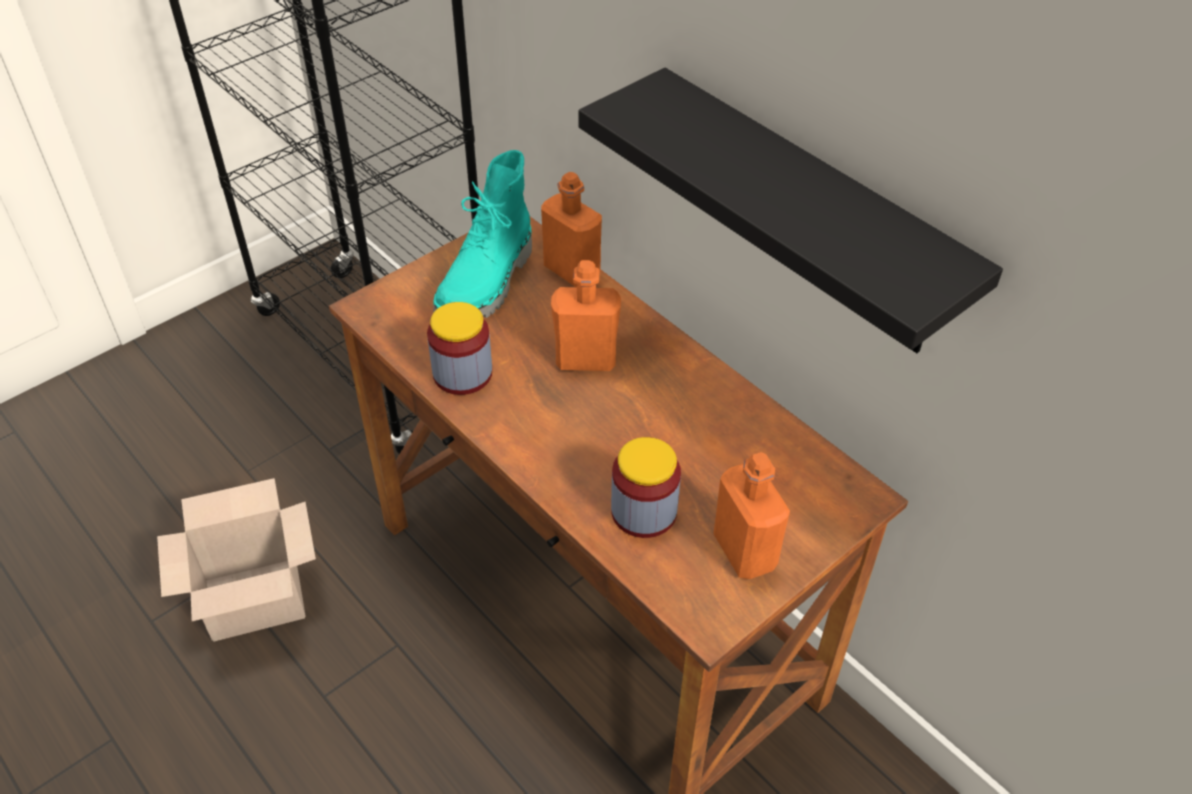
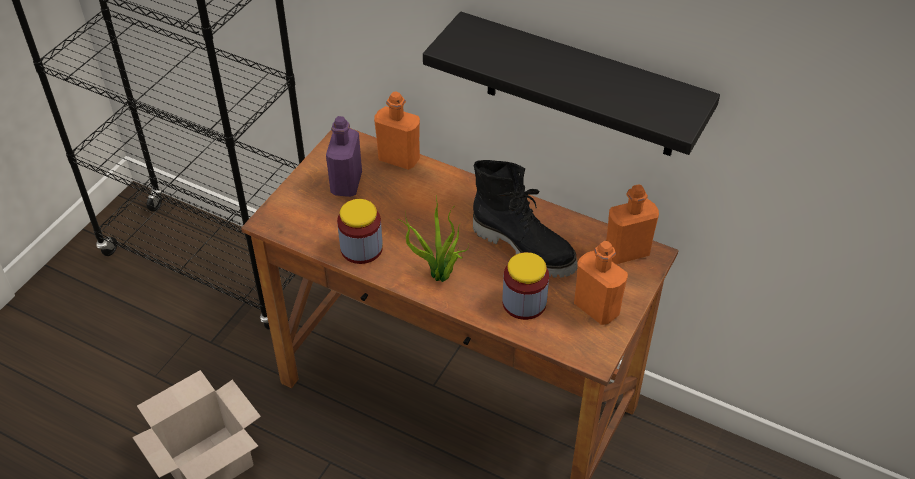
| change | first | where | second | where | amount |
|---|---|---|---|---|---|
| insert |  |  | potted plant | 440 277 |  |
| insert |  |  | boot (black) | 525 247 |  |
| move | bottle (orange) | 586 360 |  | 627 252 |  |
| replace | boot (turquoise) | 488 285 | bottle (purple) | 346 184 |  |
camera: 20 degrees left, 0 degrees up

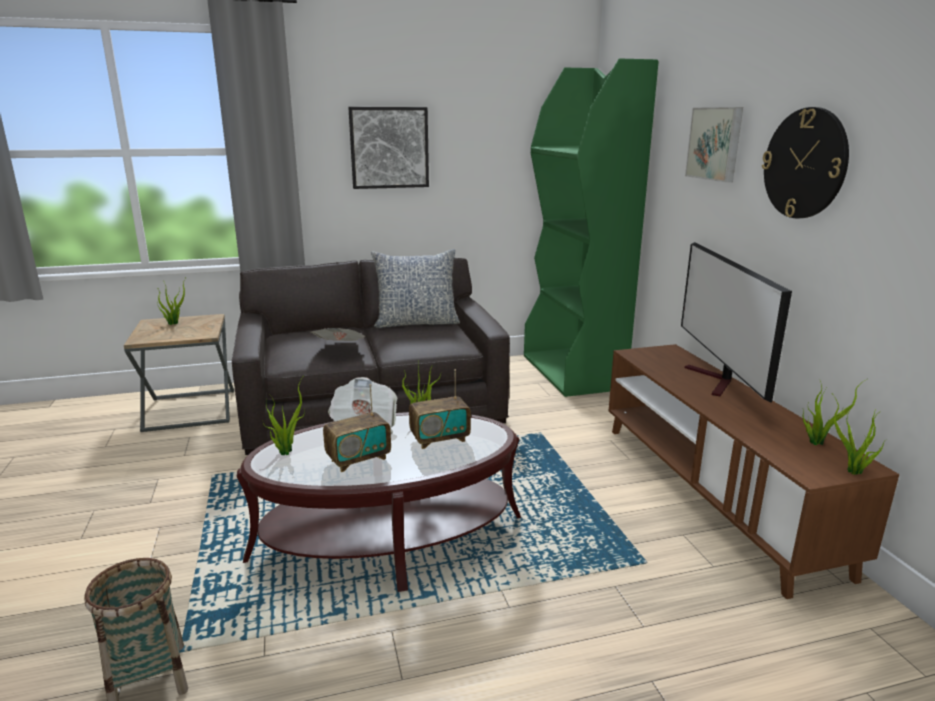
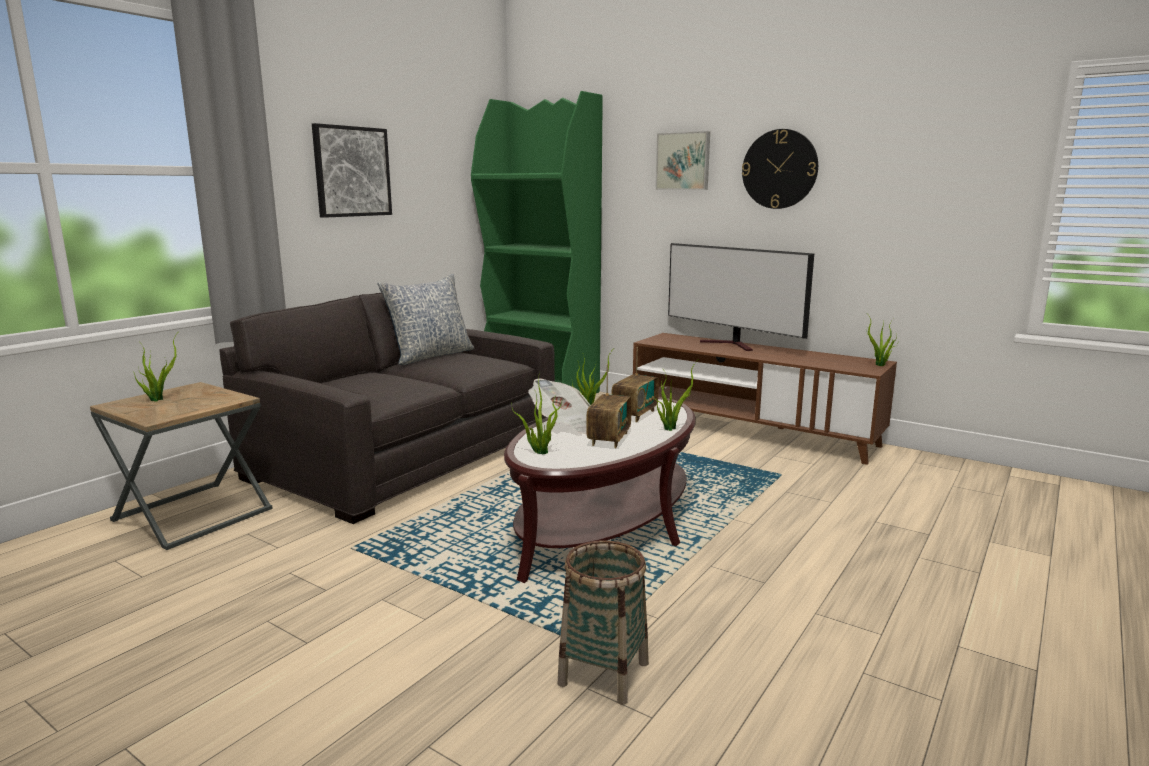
| change | first | where | second | where | amount |
|---|---|---|---|---|---|
| delete | newspaper | 340 349 |  |  |  |
| move | potted plant | 817 442 |  | 670 428 |  |
camera: 40 degrees left, 5 degrees down

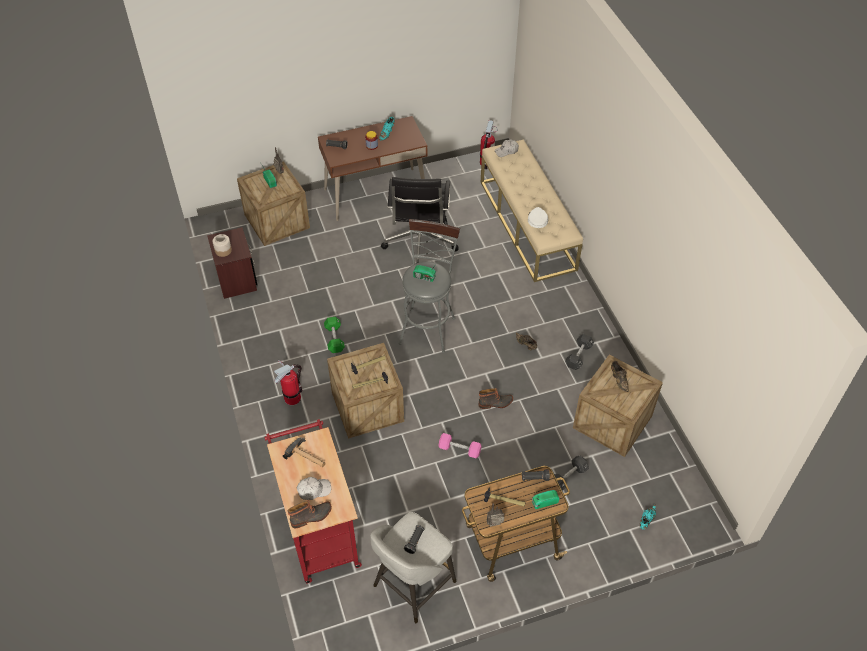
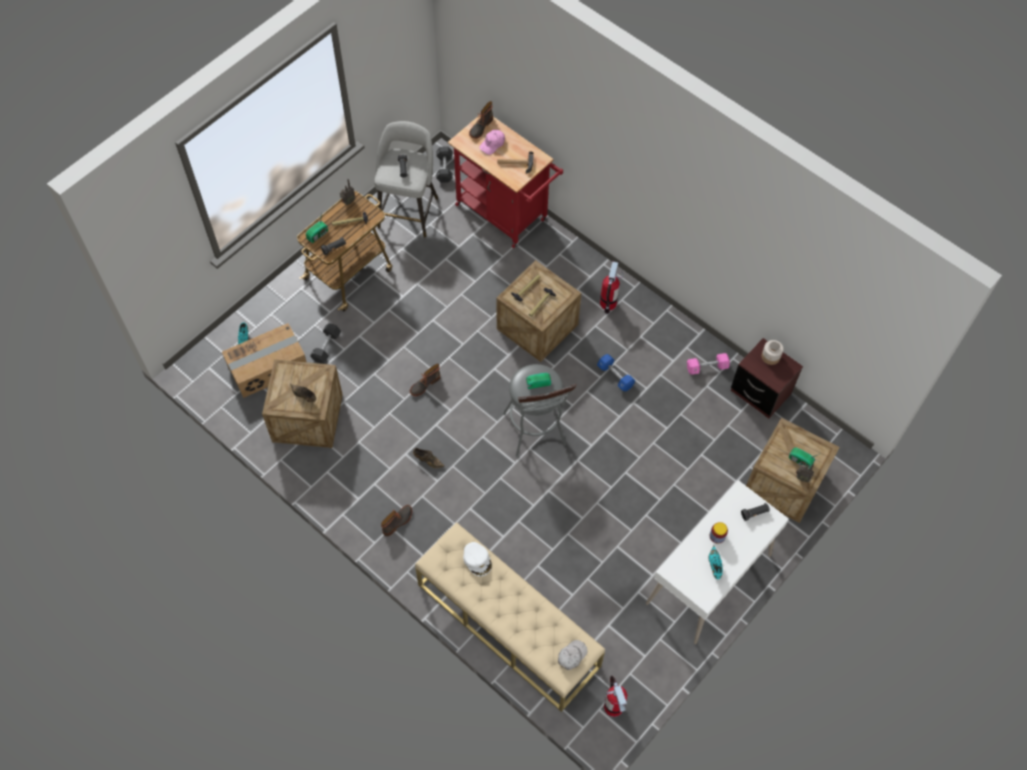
| change | first | where | second | where | amount |
|---|---|---|---|---|---|
| delete | office chair (black) | 419 243 |  |  |  |
| insert |  |  | cardboard box | 268 368 |  |
| insert |  |  | boot | 398 522 |  |
| move | dumbbell (pink) | 459 449 |  | 707 367 |  |
| move | dumbbell (black) | 578 356 |  | 444 168 |  |
| recolor | cap (white) | 313 490 | cap (pink) | 492 144 |  |
| recolor | desk (brown) | 375 194 | desk (white) | 709 579 |  |
| recolor | dumbbell (green) | 334 339 | dumbbell (blue) | 615 376 |  |
camera: 150 degrees right, 10 degrees up

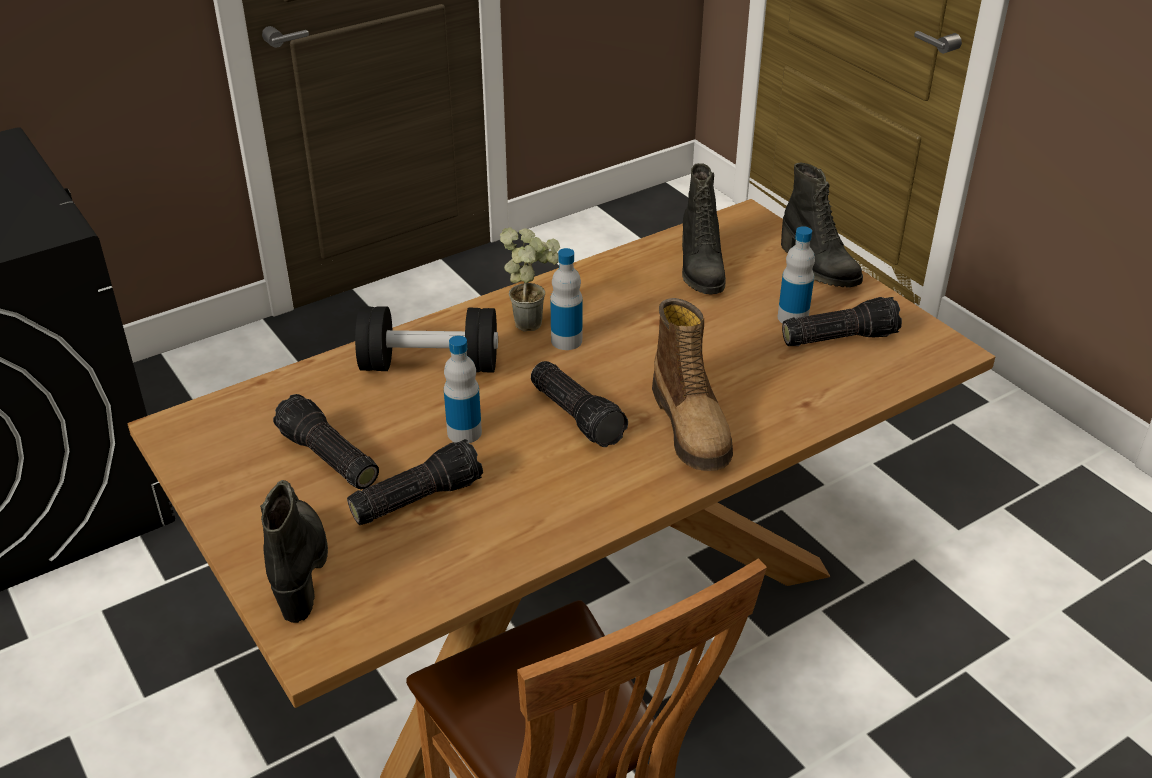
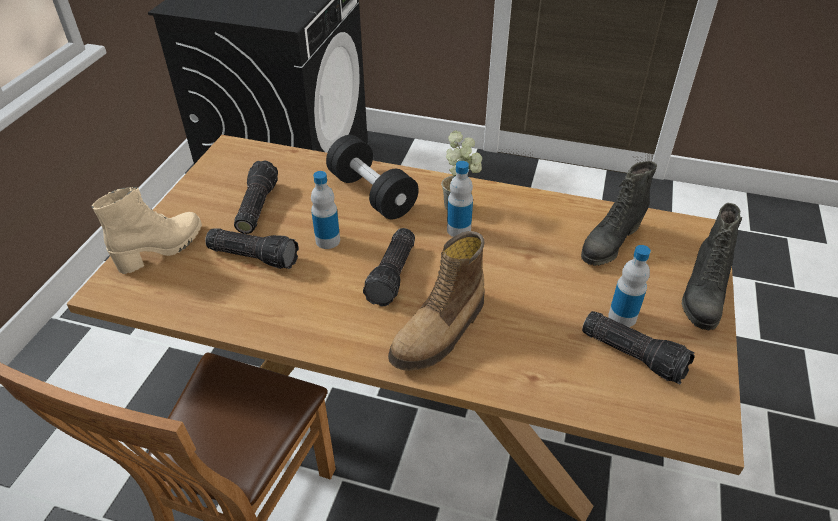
| change | first | where | second | where | amount |
|---|---|---|---|---|---|
| recolor | boot (black) | 300 568 | boot (beige) | 162 249 |  |
camera: 50 degrees right, 5 degrees up

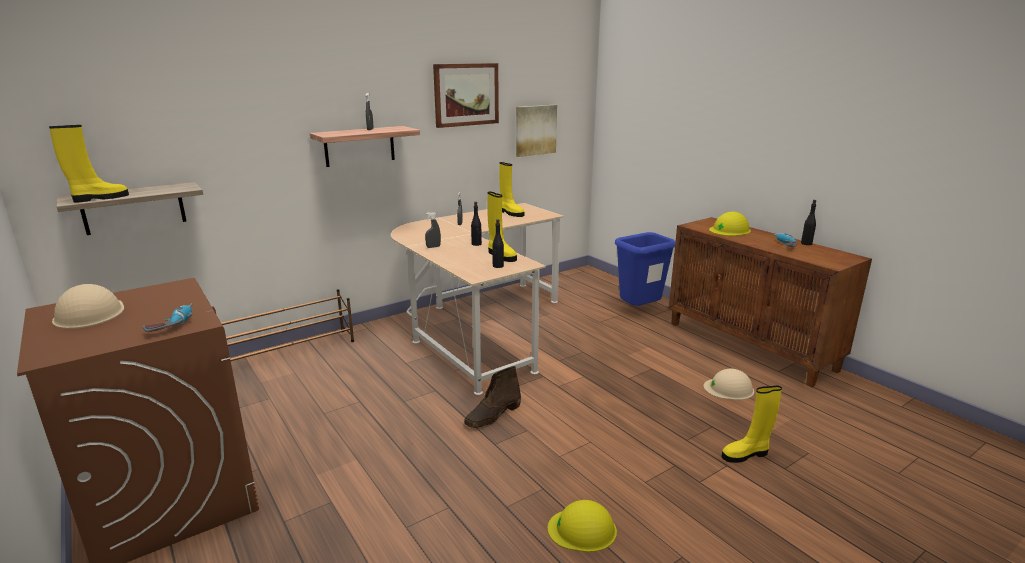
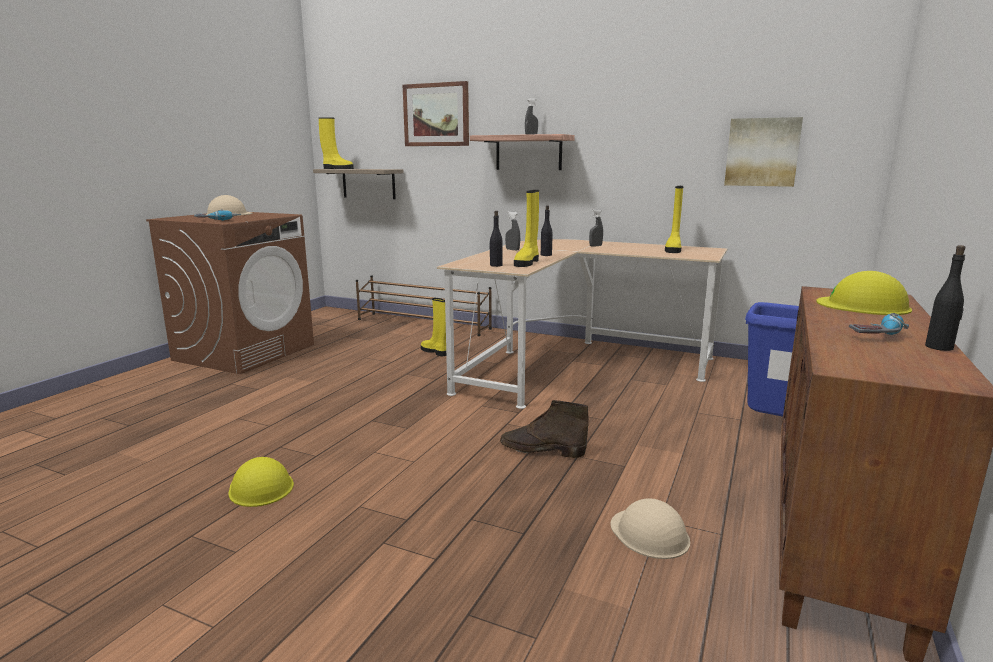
| change | first | where | second | where | amount |
|---|---|---|---|---|---|
| move | picture | 466 94 |  | 436 115 |  |
| move | boot (brown) | 493 415 |  | 541 449 |  |
| move | boot (yellow) | 746 454 |  | 435 352 |  |
camera: 60 degrees right, 5 degrees down

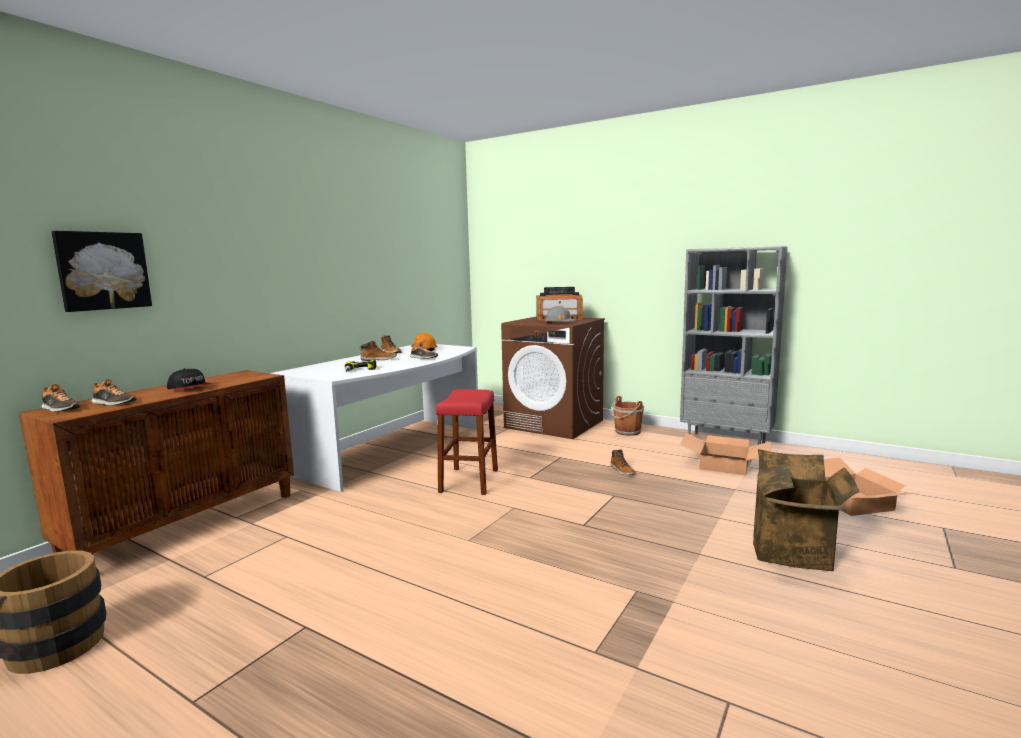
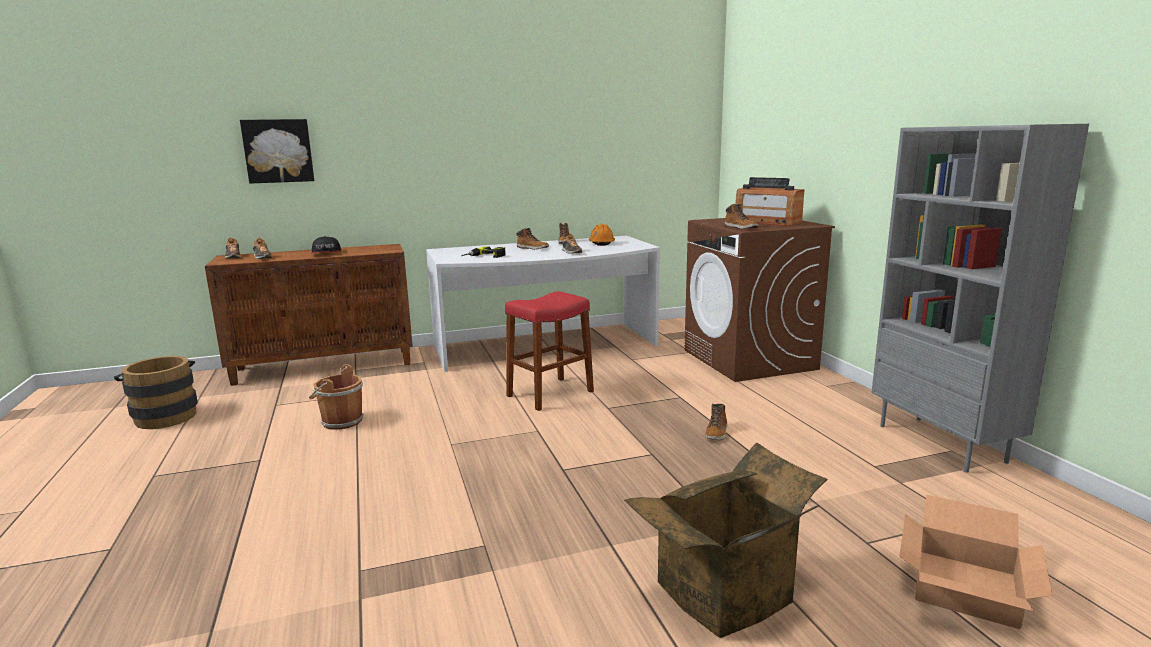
| change | first | where | second | where | amount |
|---|---|---|---|---|---|
| delete | cardboard box | 725 465 |  |  |  |
| move | bucket (brown) | 627 432 |  | 340 421 |  |
| replace | hard hat (grey) | 559 323 | boot | 741 228 |  |
camera: 40 degrees right, 5 degrees up

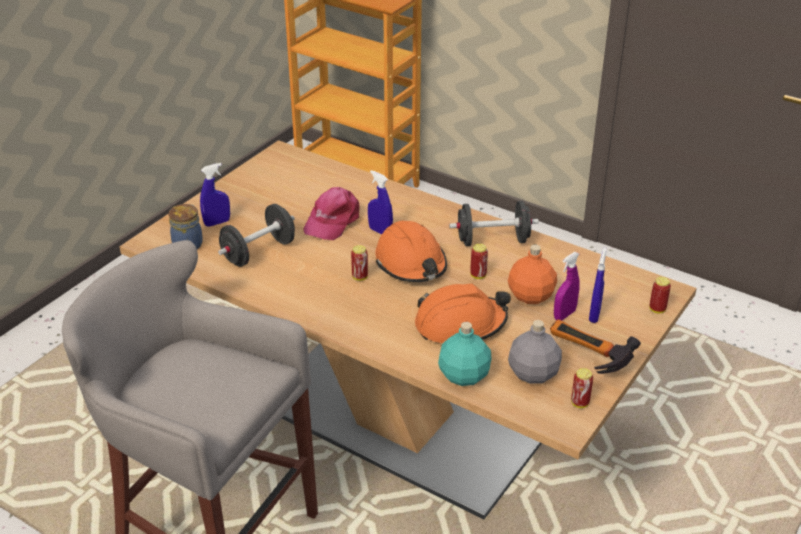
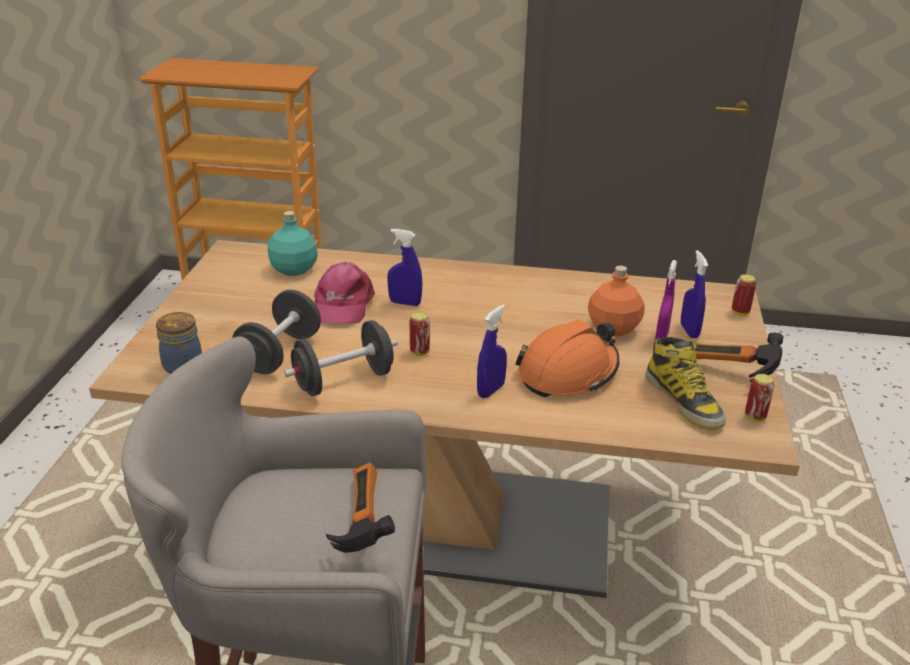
| change | first | where | second | where | amount |
|---|---|---|---|---|---|
| delete | hard hat (orange) | 411 264 |  |  |  |
| delete | can | 478 275 |  |  |  |
| insert |  |  | hammer | 357 523 |  |
| move | spray bottle (blue) | 217 223 |  | 491 390 |  |
| move | bottle (turquoise) | 463 376 |  | 293 269 |  |
| move | dumbbell (black) | 492 240 |  | 343 381 |  |
| replace | bottle (grey) | 534 373 | boot | 684 400 |  |
camera: 25 degrees left, 5 degrees down

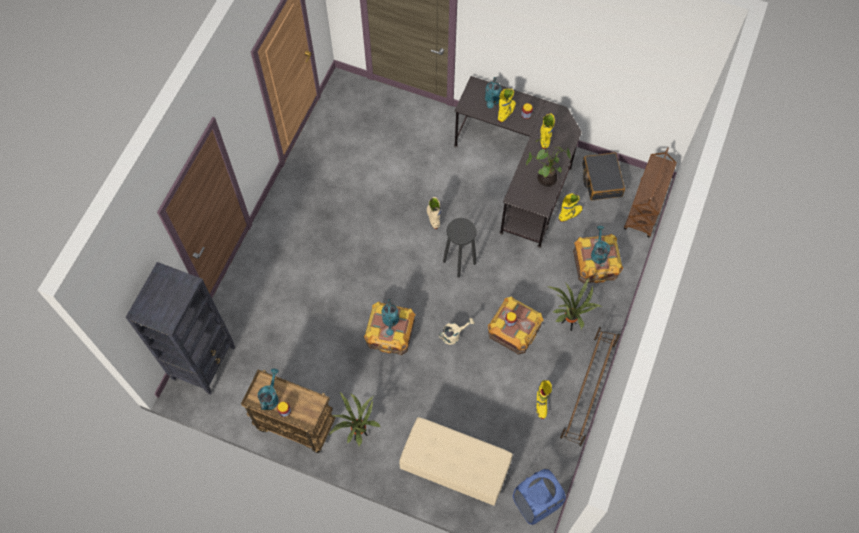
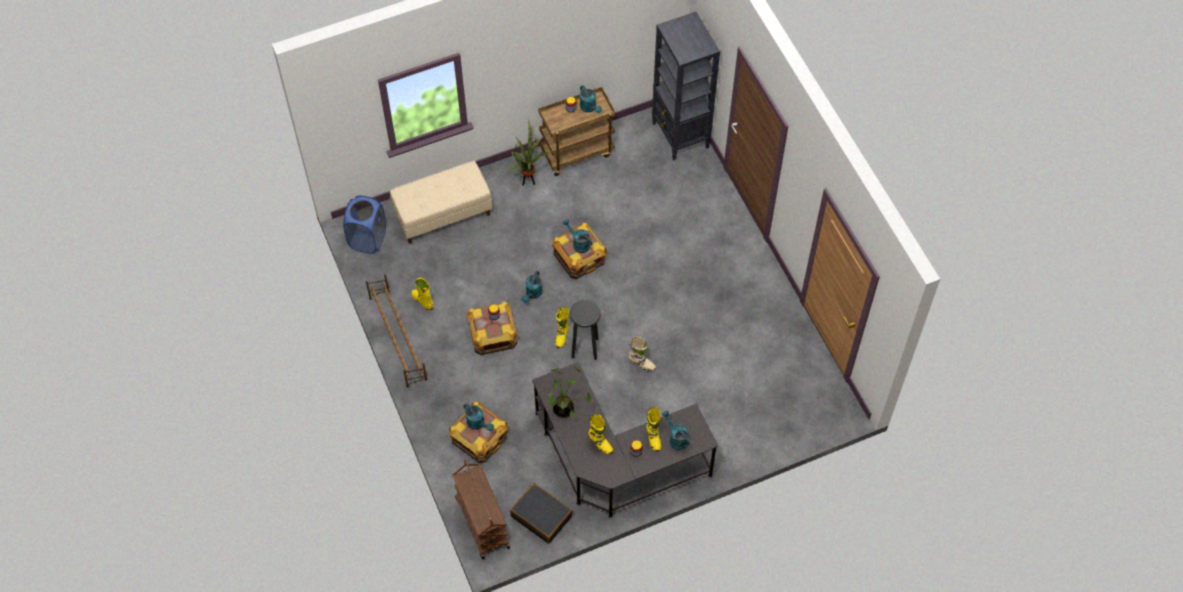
| change | first | where | second | where | amount |
|---|---|---|---|---|---|
| delete | potted plant | 568 323 |  |  |  |
| move | boot (yellow) | 570 215 |  | 561 336 |  |
| recolor | watering can (beige) | 454 335 | watering can (turquoise) | 533 294 |  |
camera: 135 degrees right, 5 degrees down

